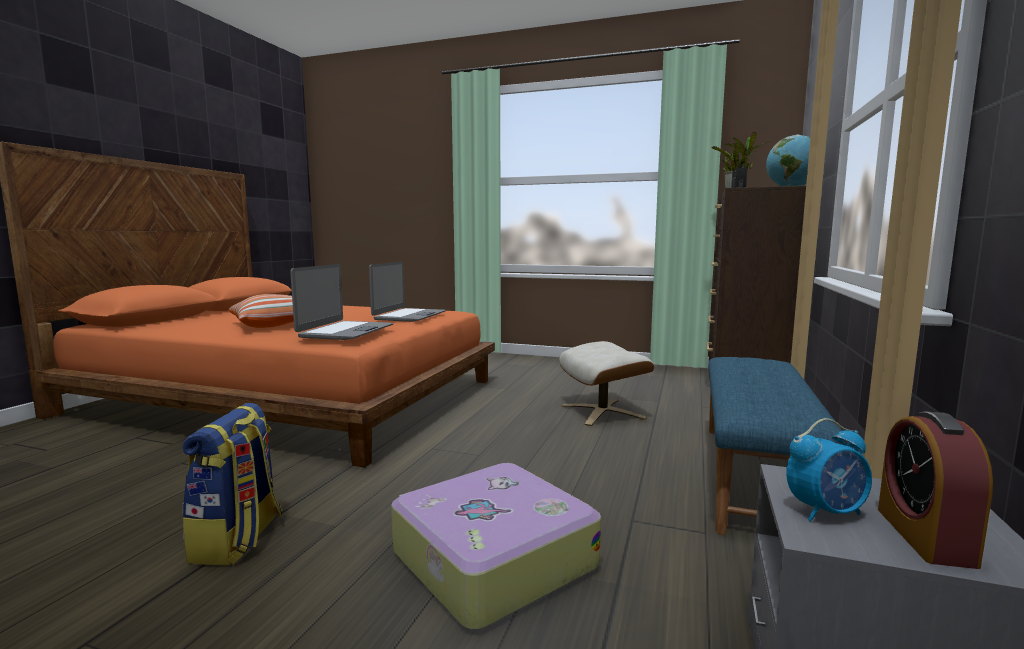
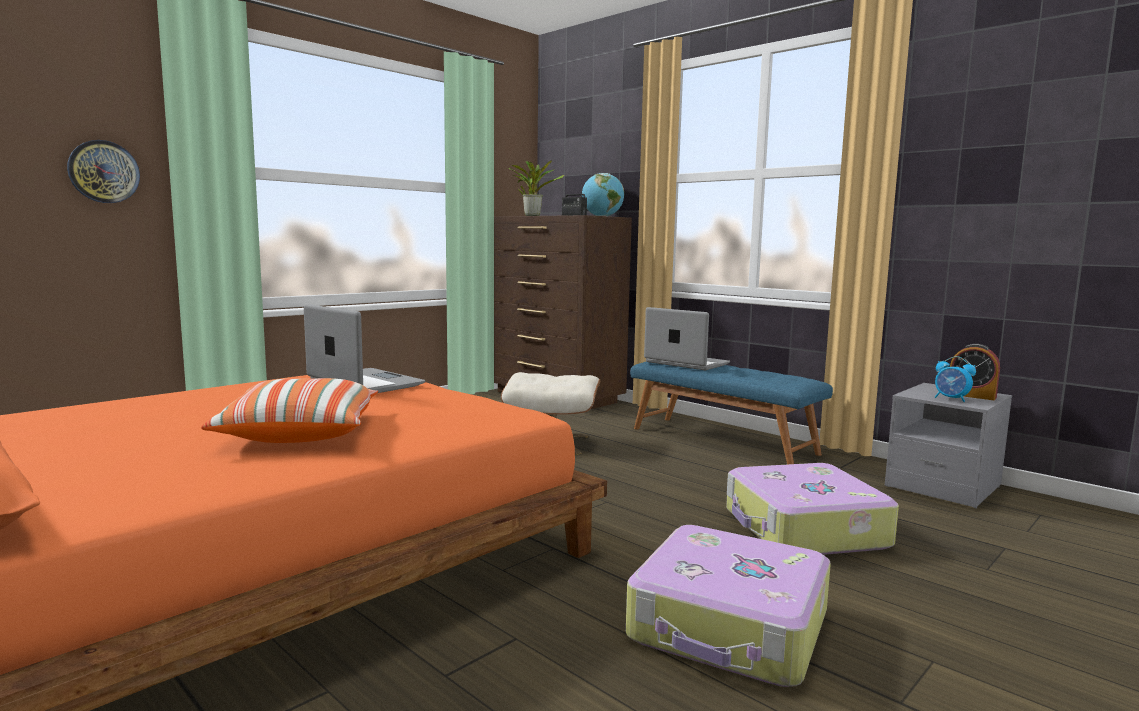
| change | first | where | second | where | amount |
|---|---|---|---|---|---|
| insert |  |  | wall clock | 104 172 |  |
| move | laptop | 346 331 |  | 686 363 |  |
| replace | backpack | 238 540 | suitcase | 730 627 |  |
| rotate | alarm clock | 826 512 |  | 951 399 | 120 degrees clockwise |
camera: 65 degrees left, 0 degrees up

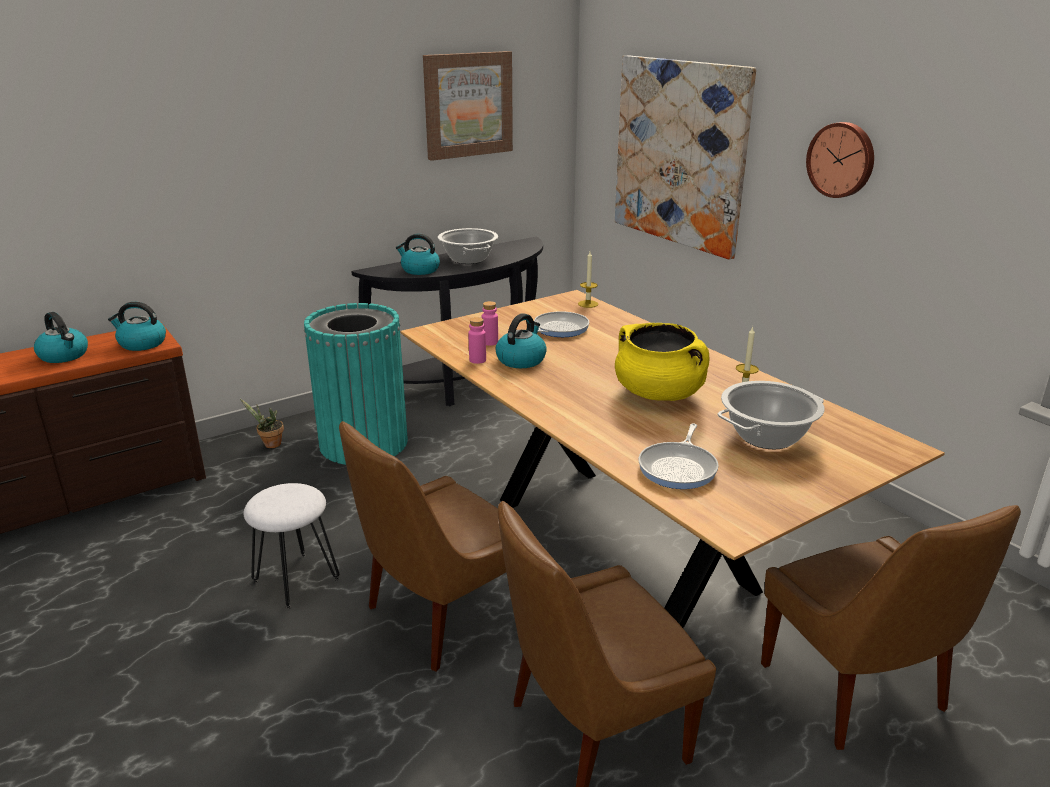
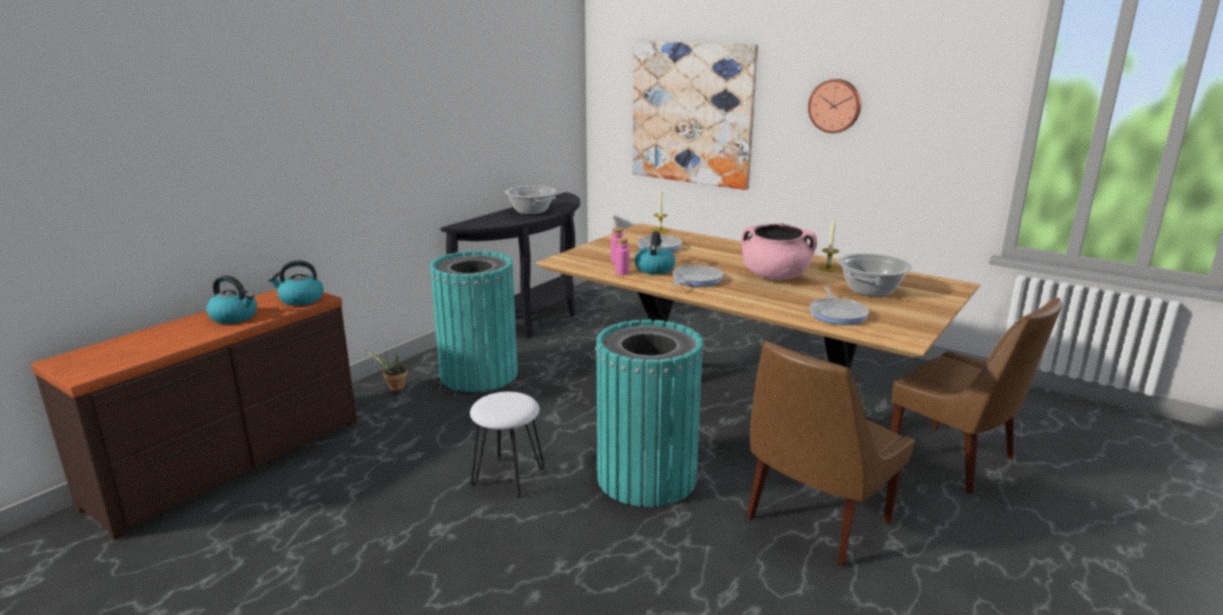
| change | first | where | second | where | amount |
|---|---|---|---|---|---|
| delete | kettle | 419 270 |  |  |  |
| delete | picture | 468 105 |  |  |  |
| insert |  |  | frying pan | 695 280 |  |
| replace | chair (brown) | 439 617 | trash can (turquoise) | 646 477 |  |
| recolor | cooking pot (yellow) | 659 394 | cooking pot (pink) | 775 276 |  |
camera: 20 degrees left, 5 degrees down

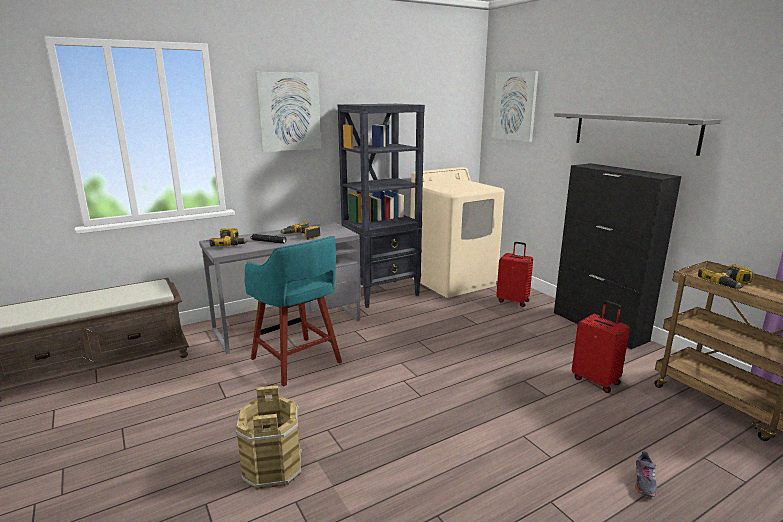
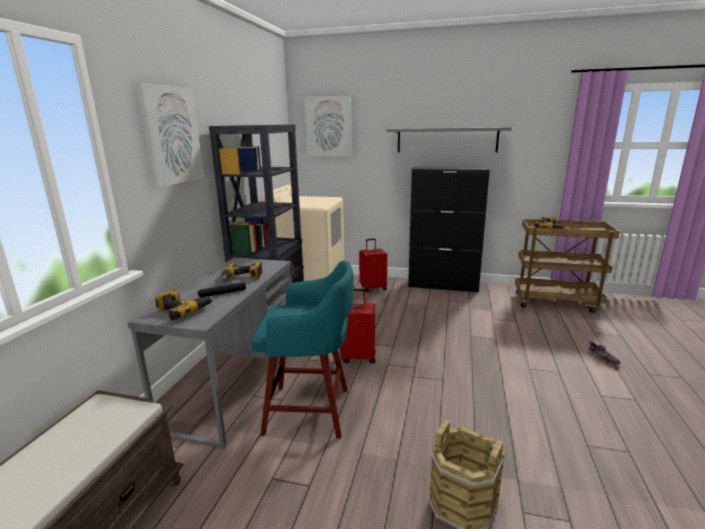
| change | first | where | second | where | amount |
|---|---|---|---|---|---|
| move | suitcase (red) | 596 380 |  | 358 357 |  |
camera: 45 degrees left, 0 degrees up

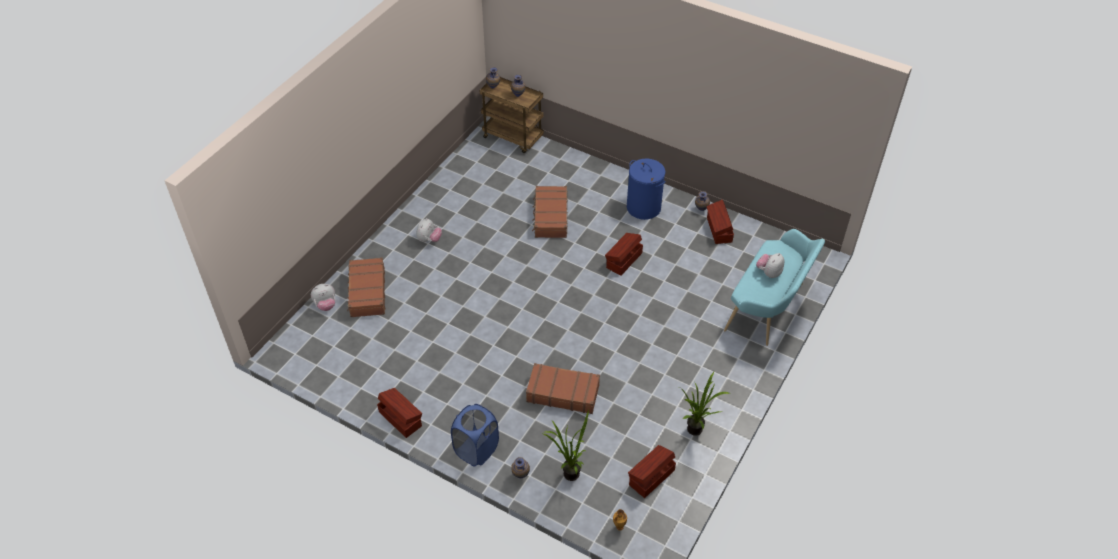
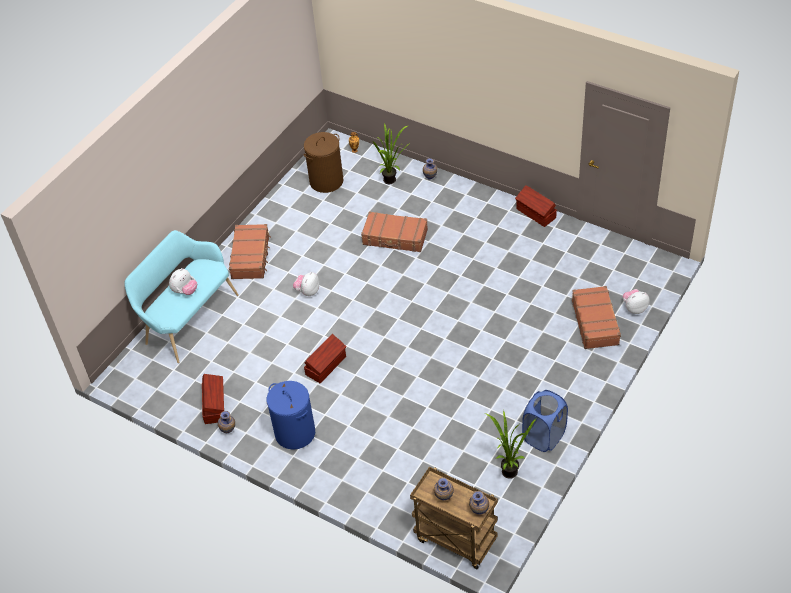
| change | first | where | second | where | amount |
|---|---|---|---|---|---|
| move | plush toy | 429 239 |  | 308 291 |  |
| move | laundry basket (blue) | 476 450 |  | 544 436 |  |
| move | suitcase (brown) | 550 217 |  | 251 256 |  |
| move | potted plant | 697 432 |  | 507 470 |  |
| replace | storage box (brown) | 651 477 | laundry basket (brown) | 326 181 |  |
camera: 175 degrees left, 0 degrees up

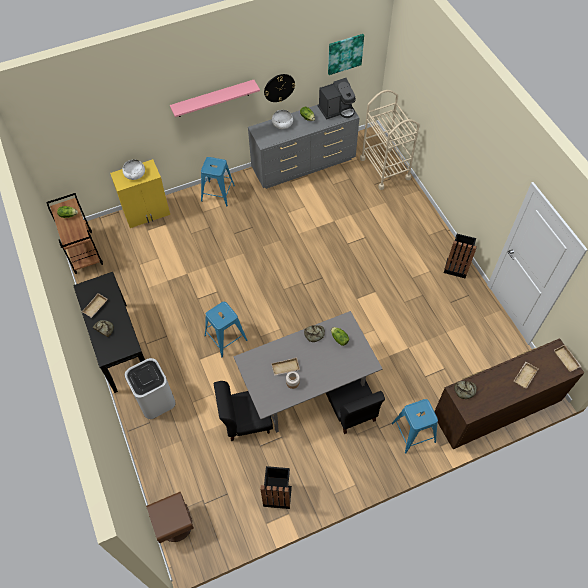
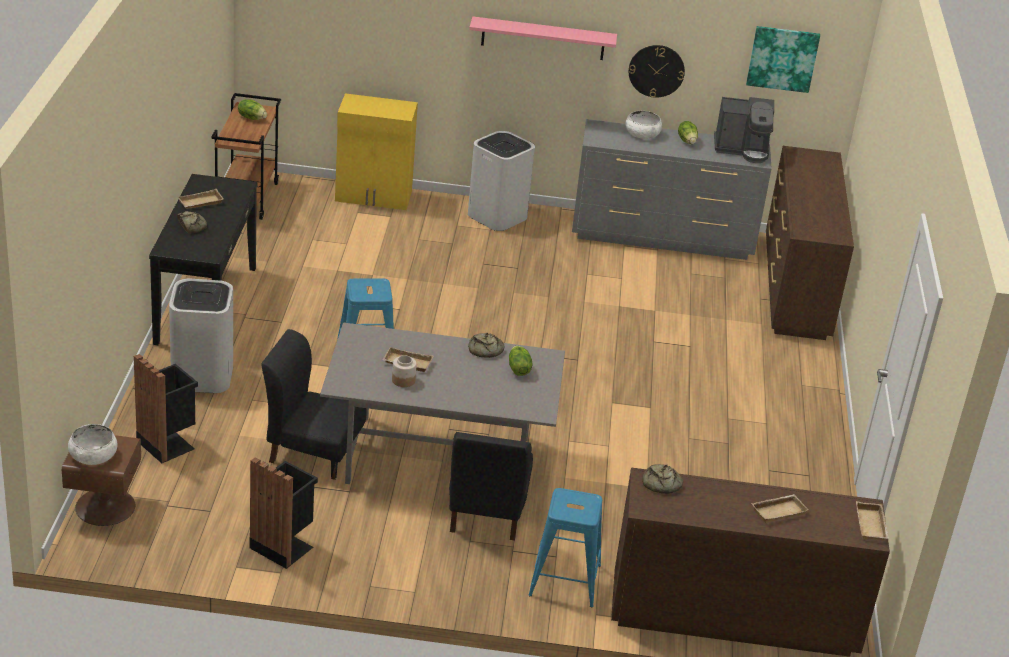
| change | first | where | second | where | amount |
|---|---|---|---|---|---|
| move | bowl (white) | 135 173 |  | 93 455 |  |
| move | trash can (black) | 456 267 |  | 167 443 |  |
| replace | stool (blue) | 217 193 | trash can (white) | 498 216 |  |
| replace | cart (beige) | 385 168 | dresser (brown) | 795 289 |  |
camera: 25 degrees right, 25 degrees down

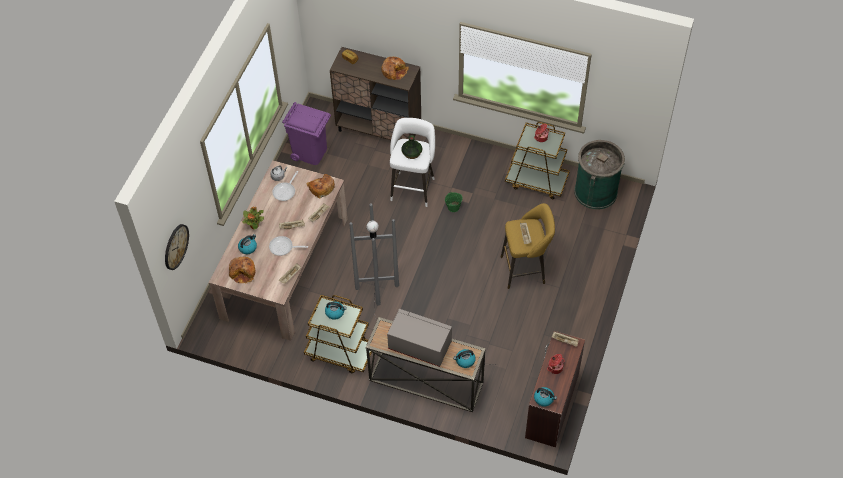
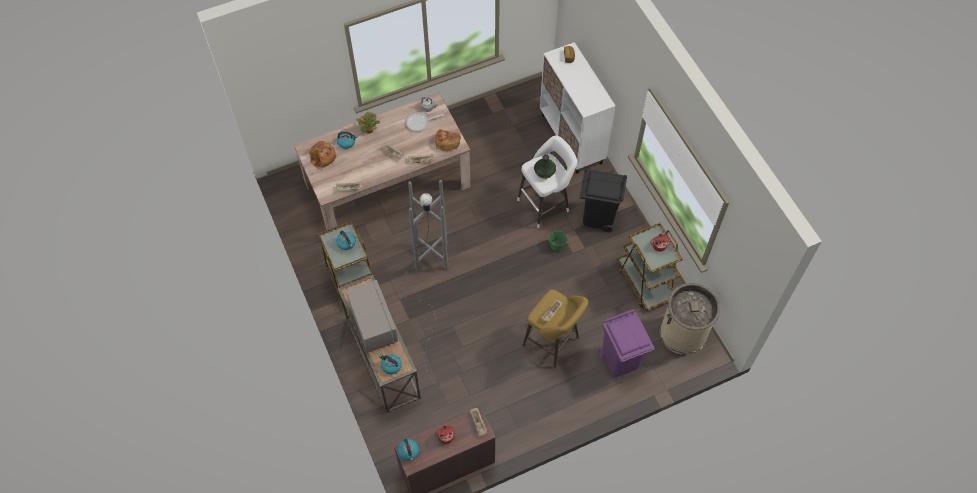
| change | first | where | second | where | amount |
|---|---|---|---|---|---|
| delete | wall clock | 175 246 |  |  |  |
| delete | frying pan | 283 247 |  |  |  |
| delete | bread | 394 71 |  |  |  |
| insert |  |  | trash can (black) | 598 216 |  |
| move | trash can (purple) | 310 152 |  | 621 359 |  |
| recolor | cabinet (brown) | 379 130 | cabinet (white) | 572 139 |  |
| recolor | trash can (green) | 596 192 | trash can (beige) | 683 333 |  |
camera: 45 degrees right, 5 degrees up

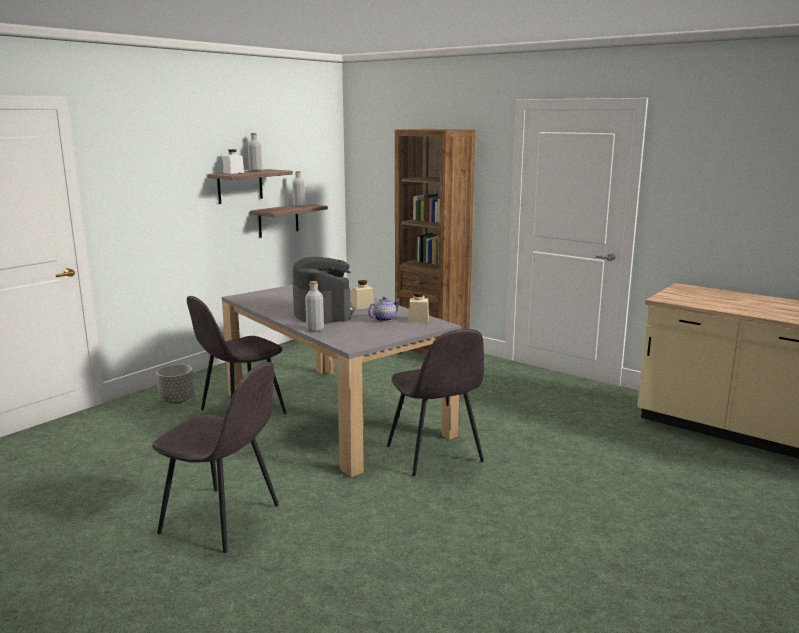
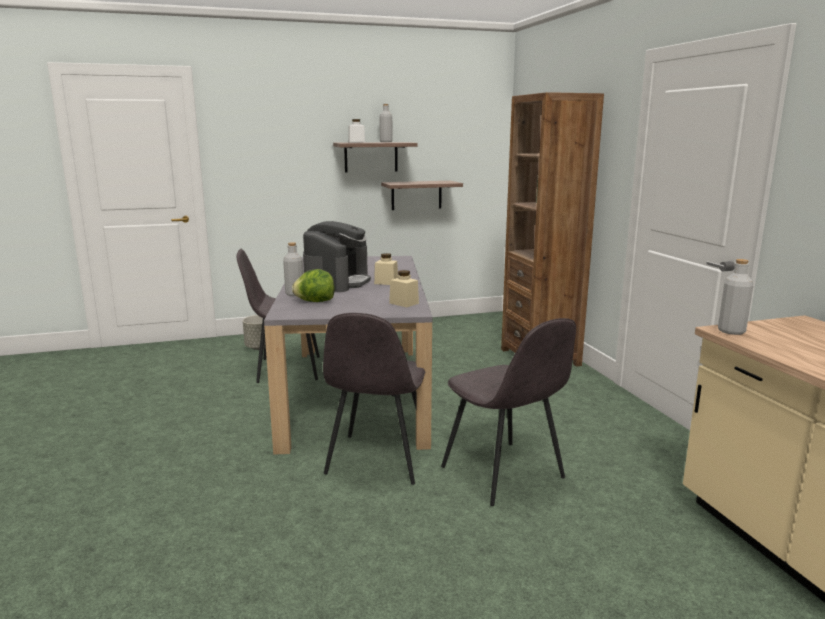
| change | first | where | second | where | amount |
|---|---|---|---|---|---|
| delete | teapot | 384 319 |  |  |  |
| insert |  |  | lettuce | 315 302 |  |
| move | chair (grey) | 223 520 |  | 504 474 |  |
| move | bottle (grey) | 299 206 |  | 731 331 |  |
camera: 35 degrees right, 0 degrees up

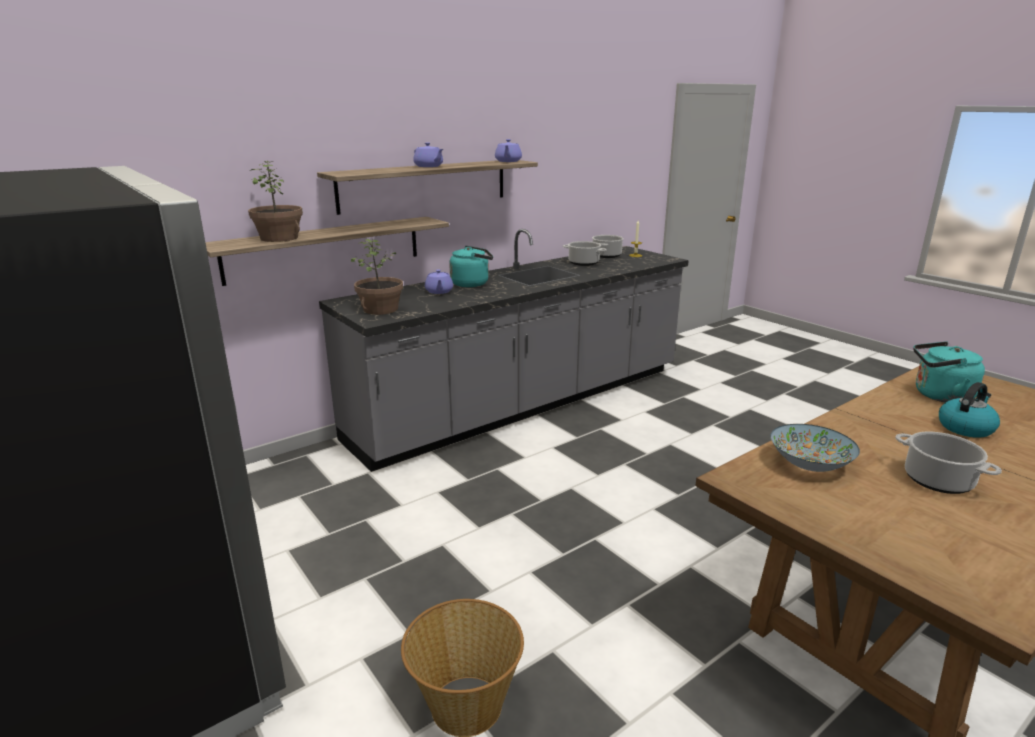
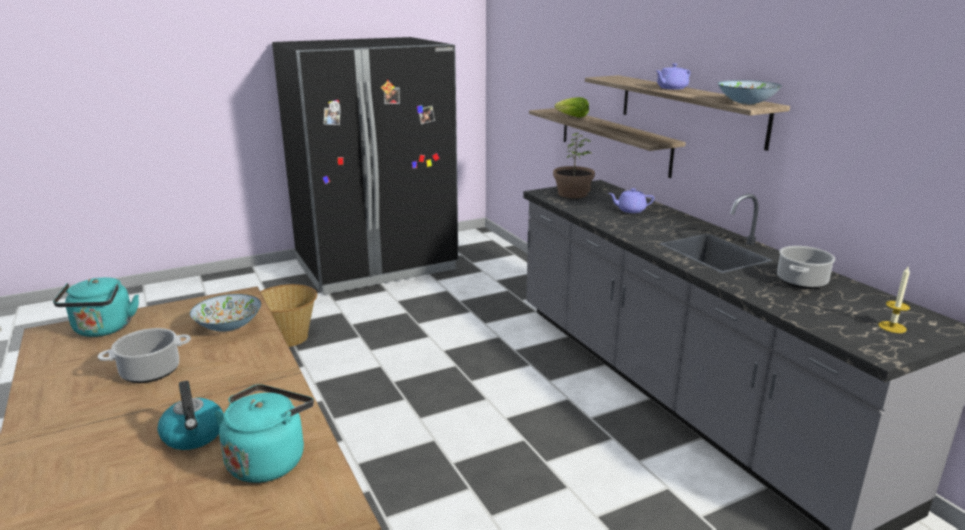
| change | first | where | second | where | amount |
|---|---|---|---|---|---|
| delete | cooking pot | 606 255 |  |  |  |
| move | kettle (turquoise) | 472 283 |  | 103 330 |  |
| replace | potted plant | 279 238 | lettuce | 572 117 |  |
| replace | teapot (purple) | 508 161 | bowl | 746 103 |  |
camera: 100 degrees right, 0 degrees up

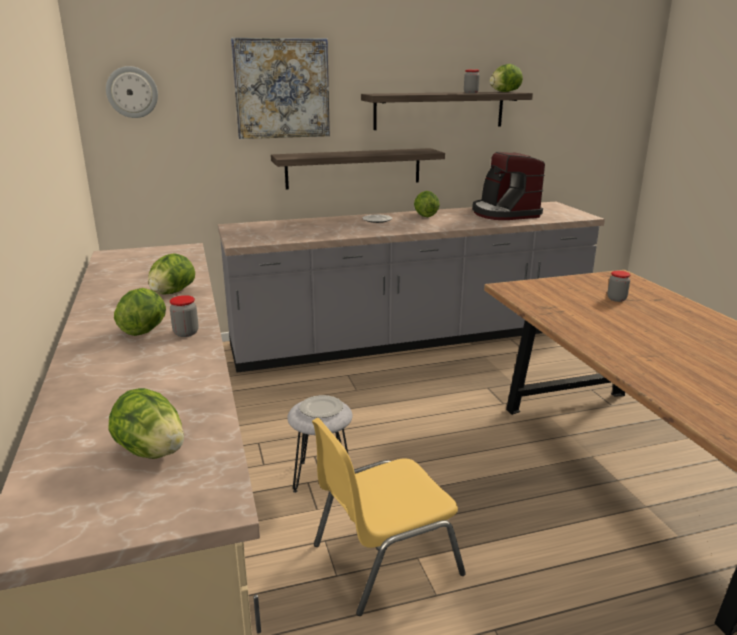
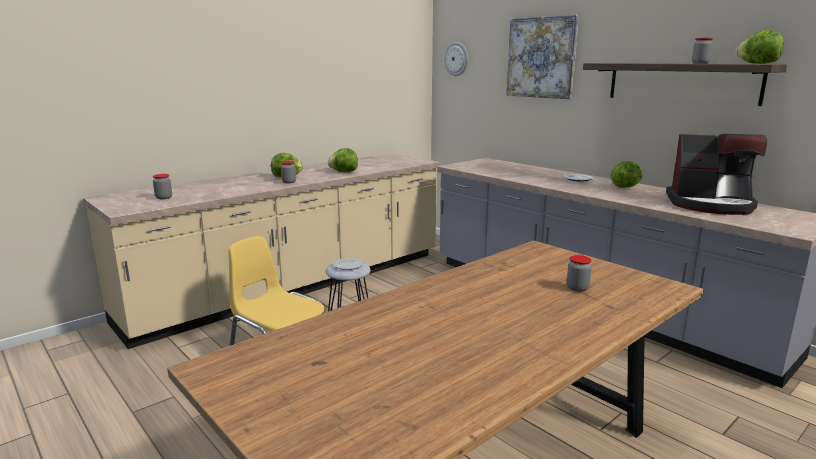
| change | first | where | second | where | amount |
|---|---|---|---|---|---|
| delete | shelf | 353 168 |  |  |  |
| replace | lettuce | 151 451 | jar | 164 198 |  |
| rotate | coffee machine | 504 213 |  | 710 205 | 120 degrees counterclockwise |
camera: 65 degrees right, 5 degrees down

